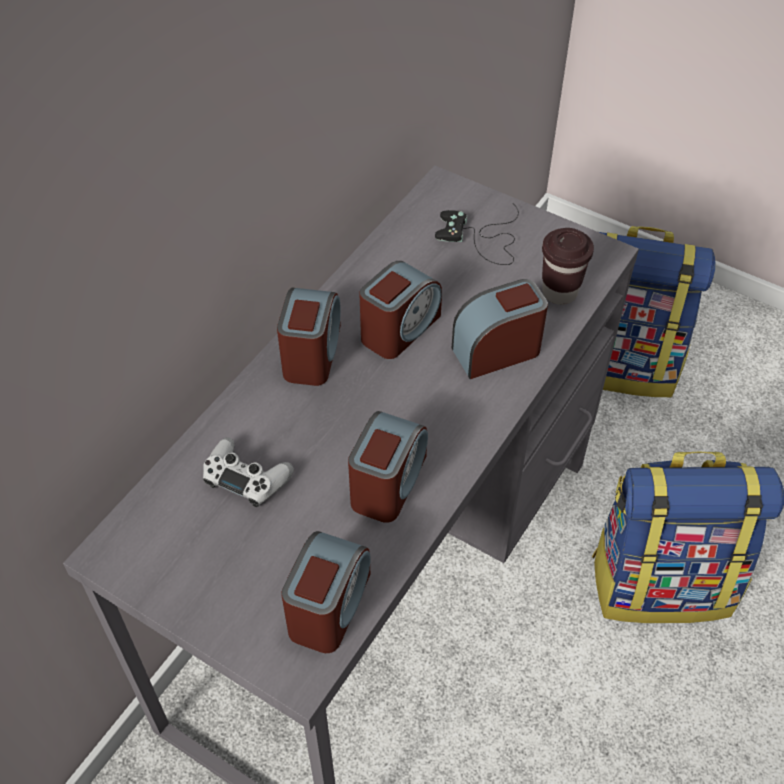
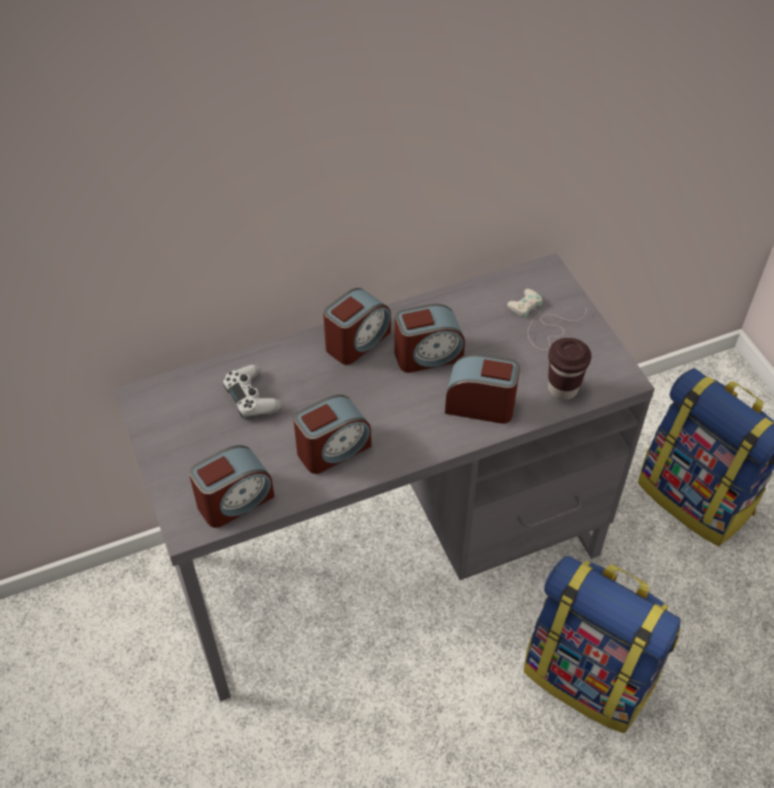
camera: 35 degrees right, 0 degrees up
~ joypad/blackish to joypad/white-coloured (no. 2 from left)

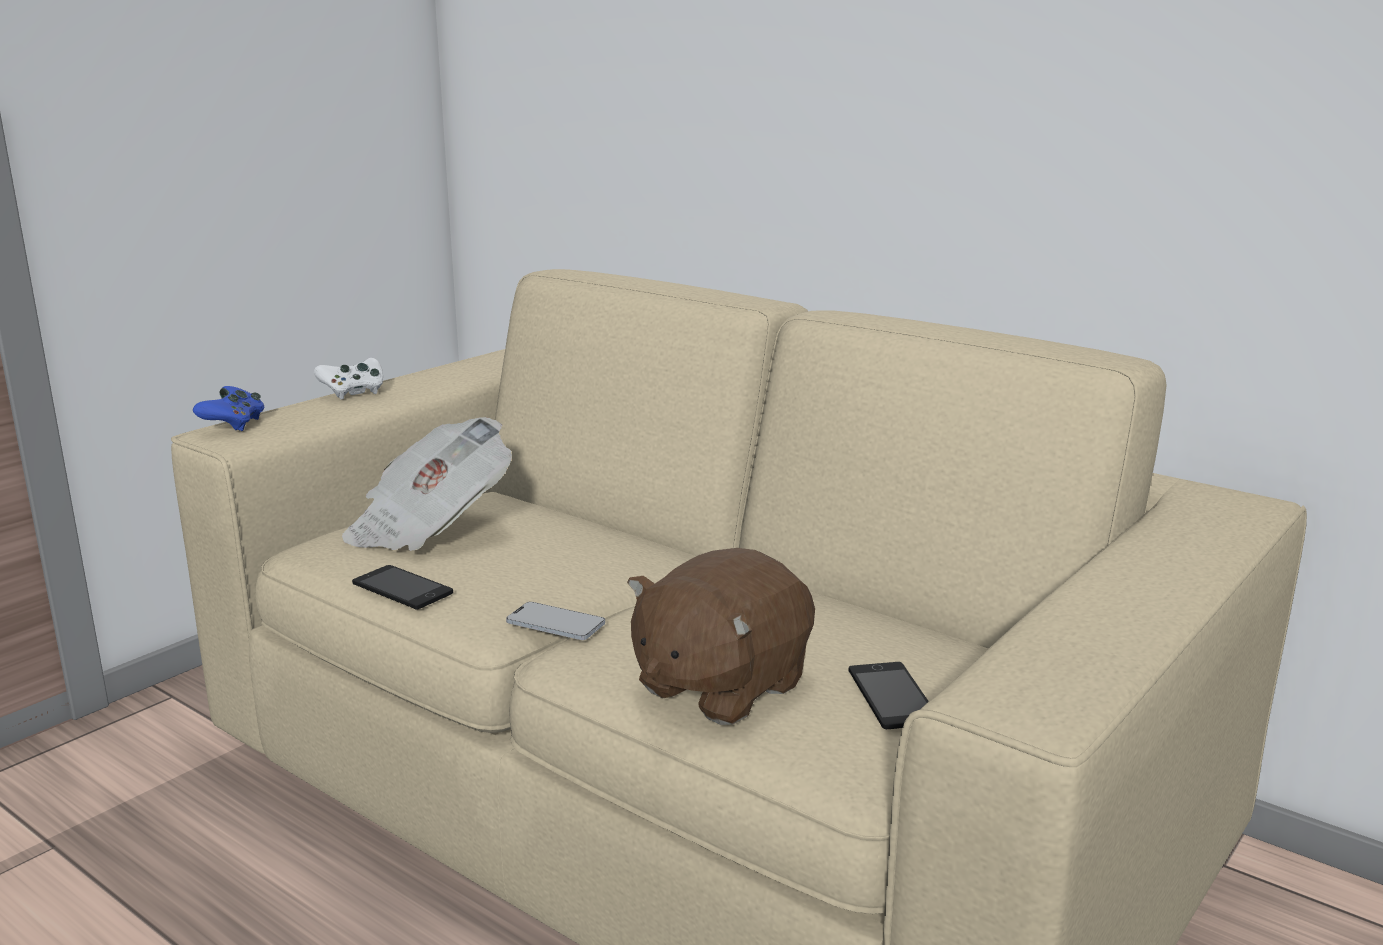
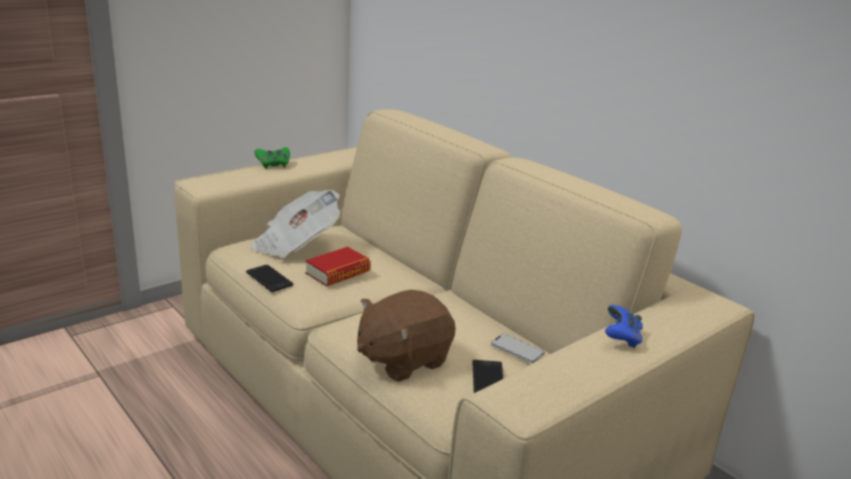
camera: 10 degrees right, 5 degrees up
~ joypad/bluish
~ joypad/white-coloured to joypad/green-coloured
~ telephone (no. 2 from left in the first image) to telephone (no. 3 from left)
+ bound book

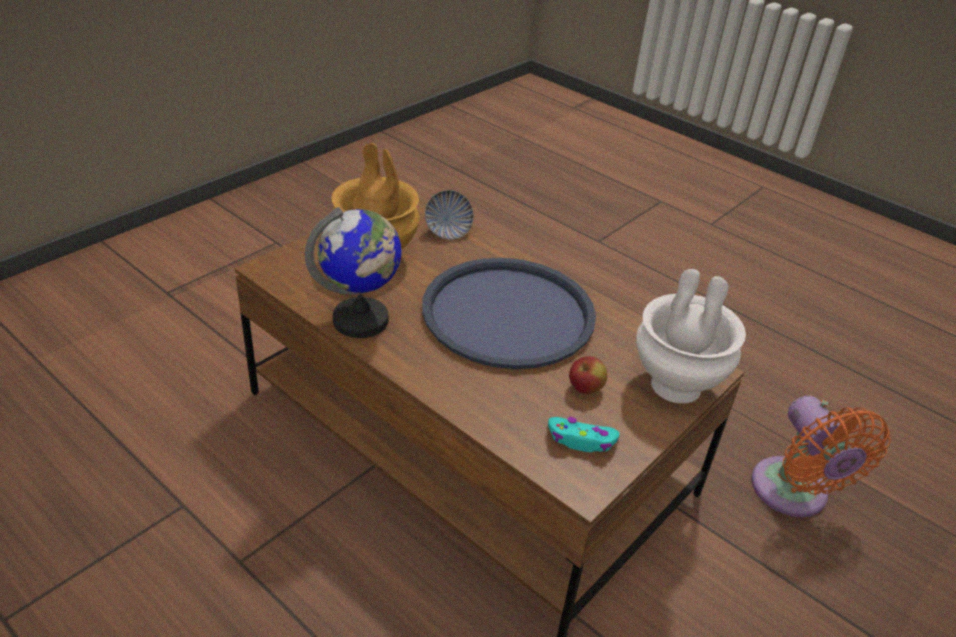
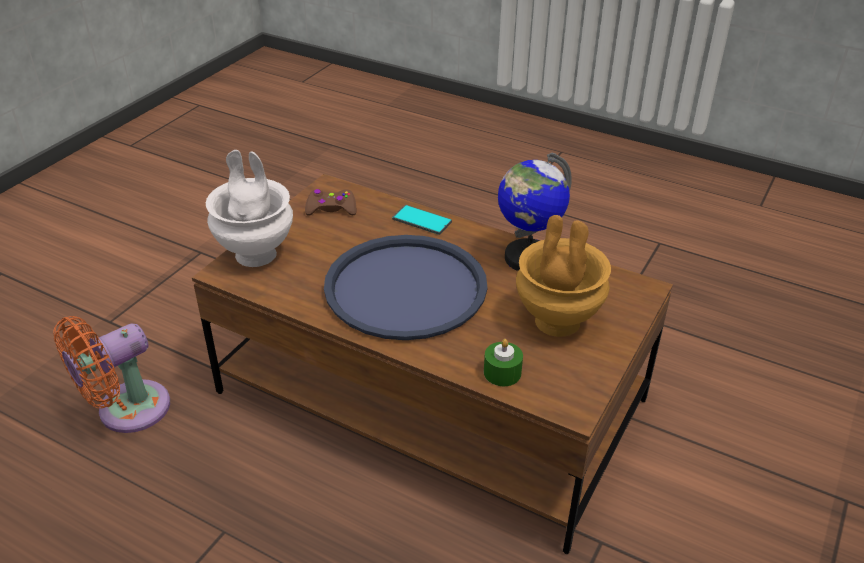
camera: 170 degrees right, 0 degrees up
~ serving bowl to wax light/green-coloured
~ joypad/turquoise to joypad/brown
- apple
~ cooling fan/orangey 105 degrees counterclockwise
+ telephone

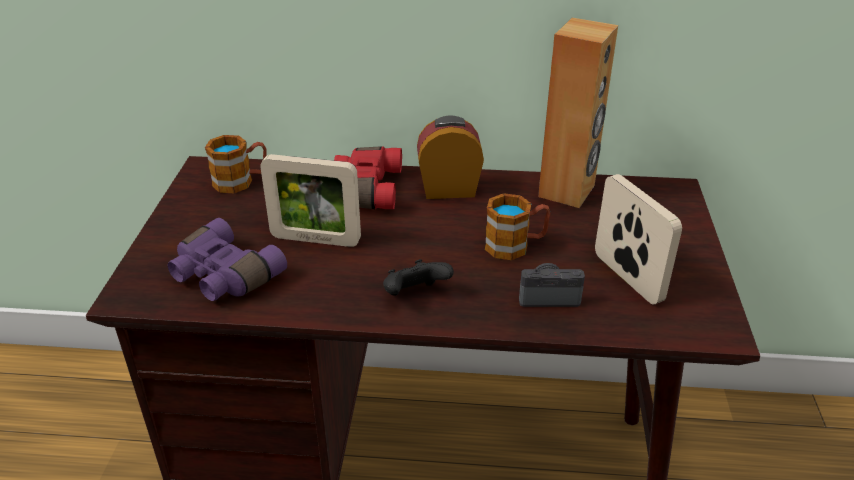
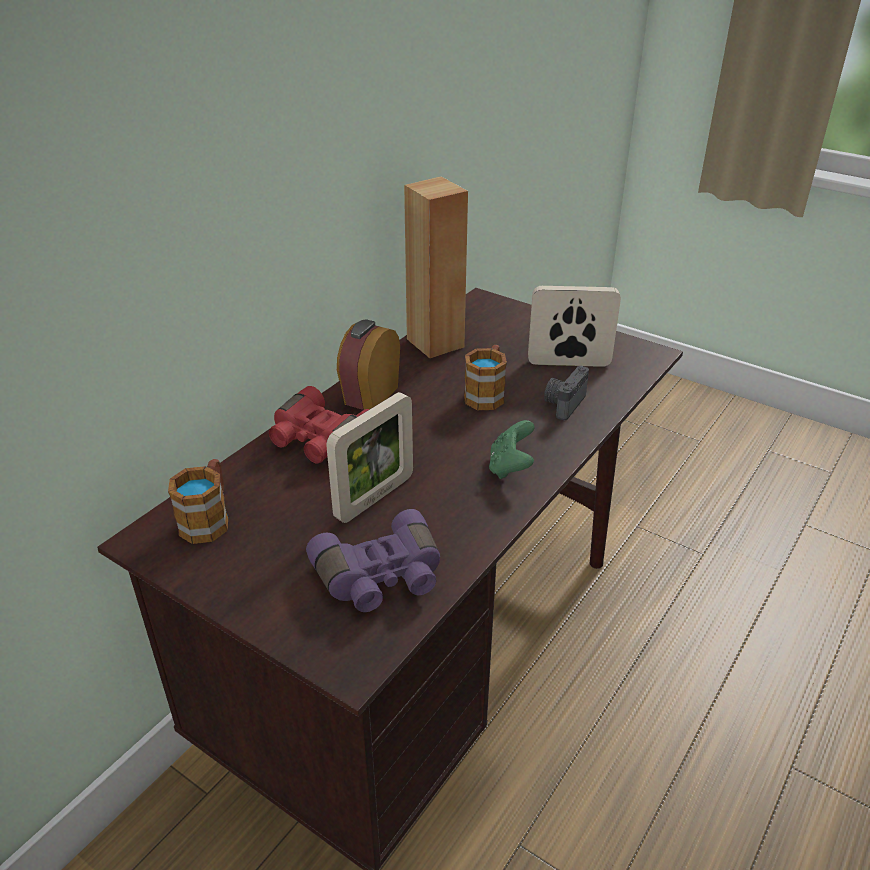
camera: 60 degrees left, 0 degrees up
~ joypad/blackish to joypad/green-coloured

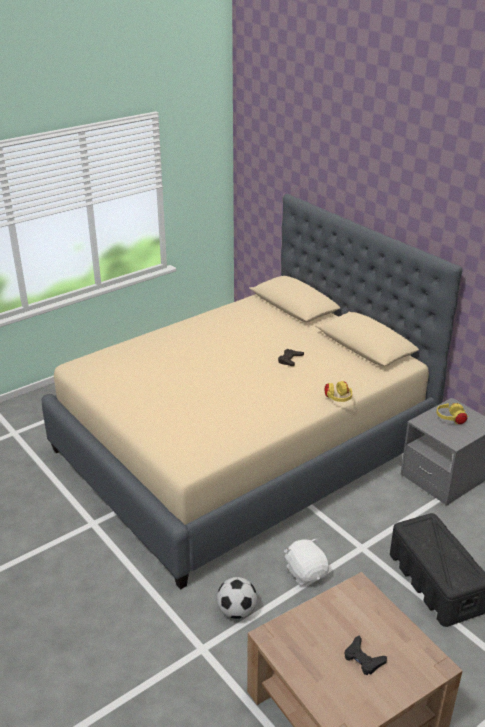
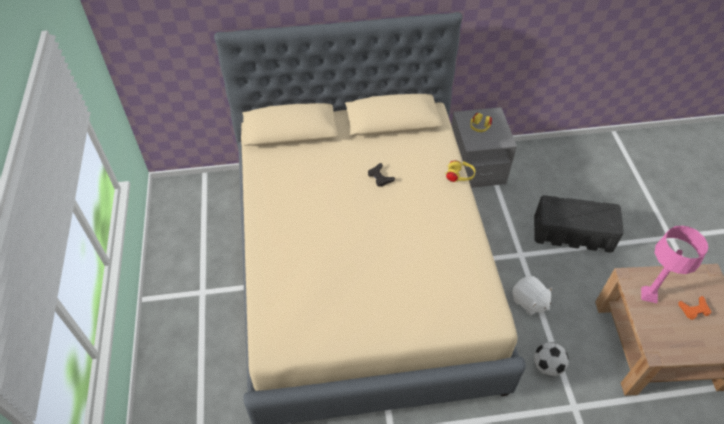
camera: 60 degrees left, 20 degrees up
~ soft toy/white-coloured 135 degrees counterclockwise
~ joypad/blackish (no. 2 from left) to joypad/orangey
+ tabletop lamp/pink-coloured

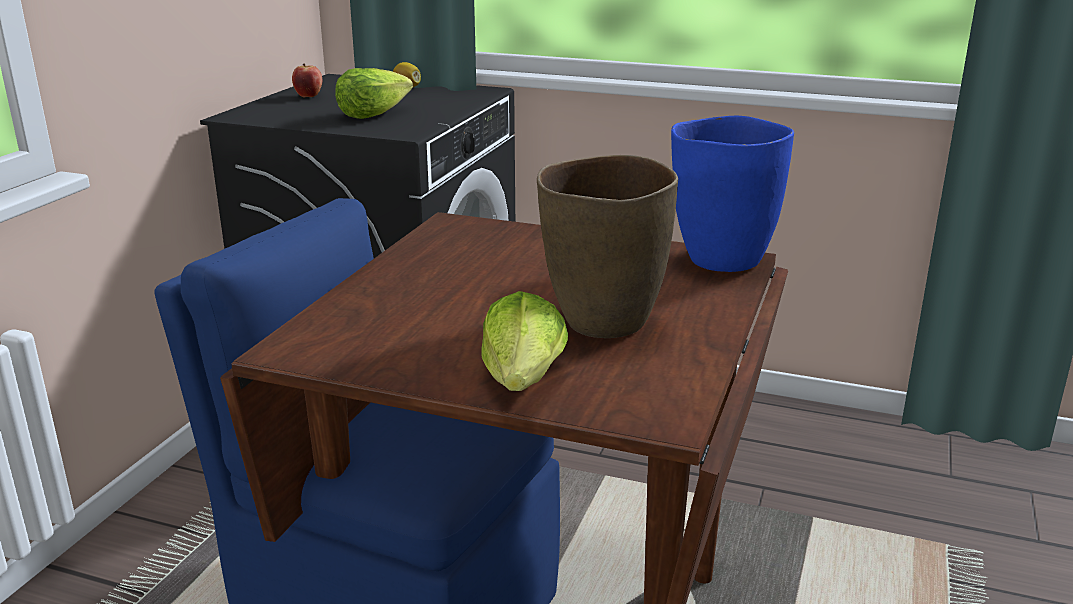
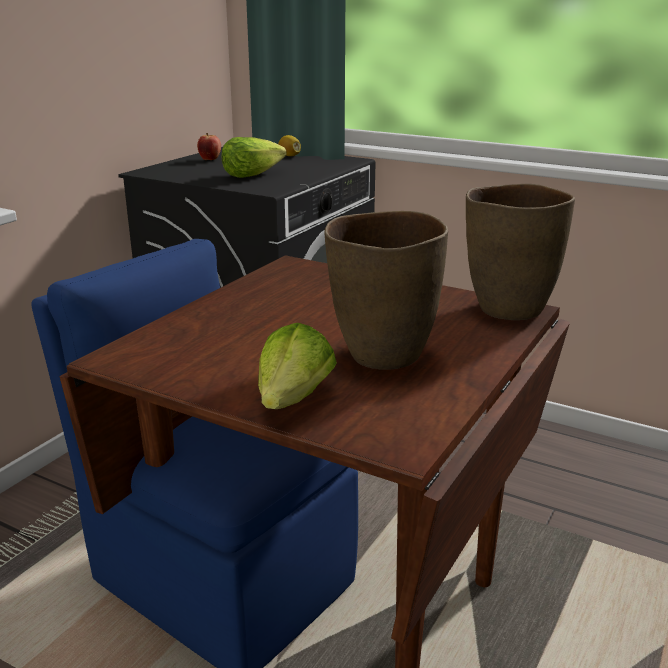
camera: 10 degrees right, 0 degrees up
~ decorative vase/bluish to decorative vase/brown (no. 2 from left)

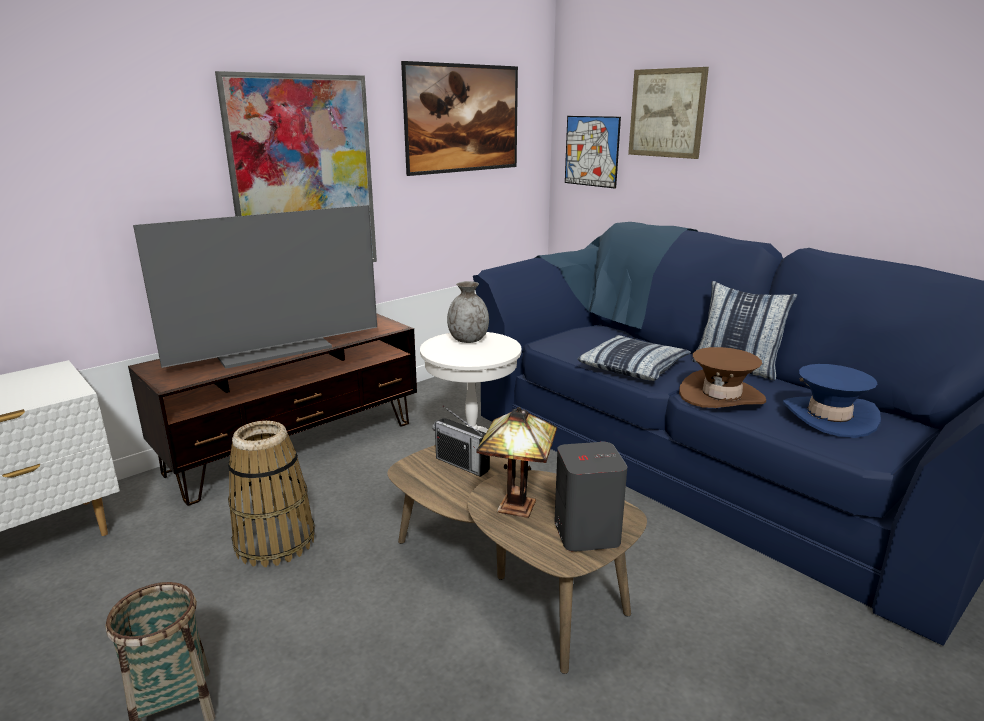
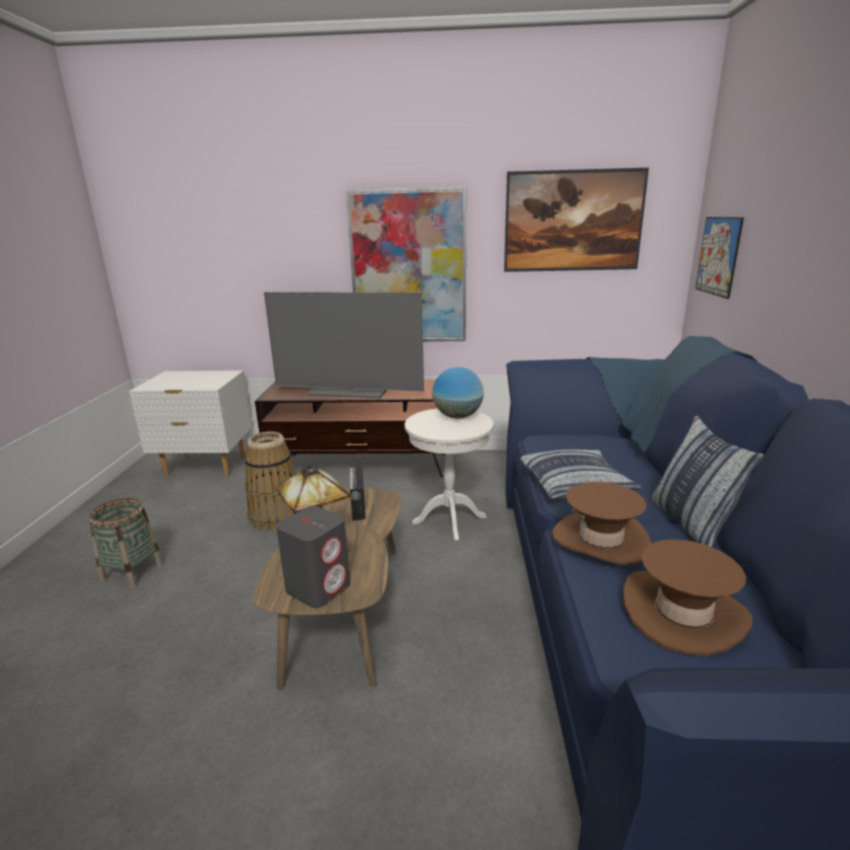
camera: 45 degrees right, 0 degrees up
~ decorative vase/grey to globe
- wall picture (no. 4 from left)
~ clothing hat/bluish to clothing hat/brown (no. 2 from left)

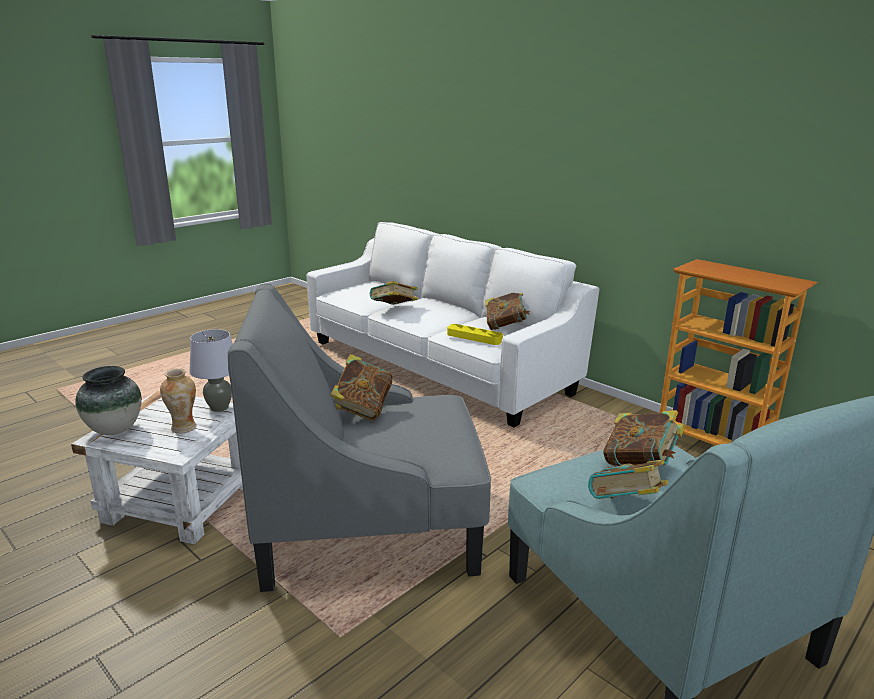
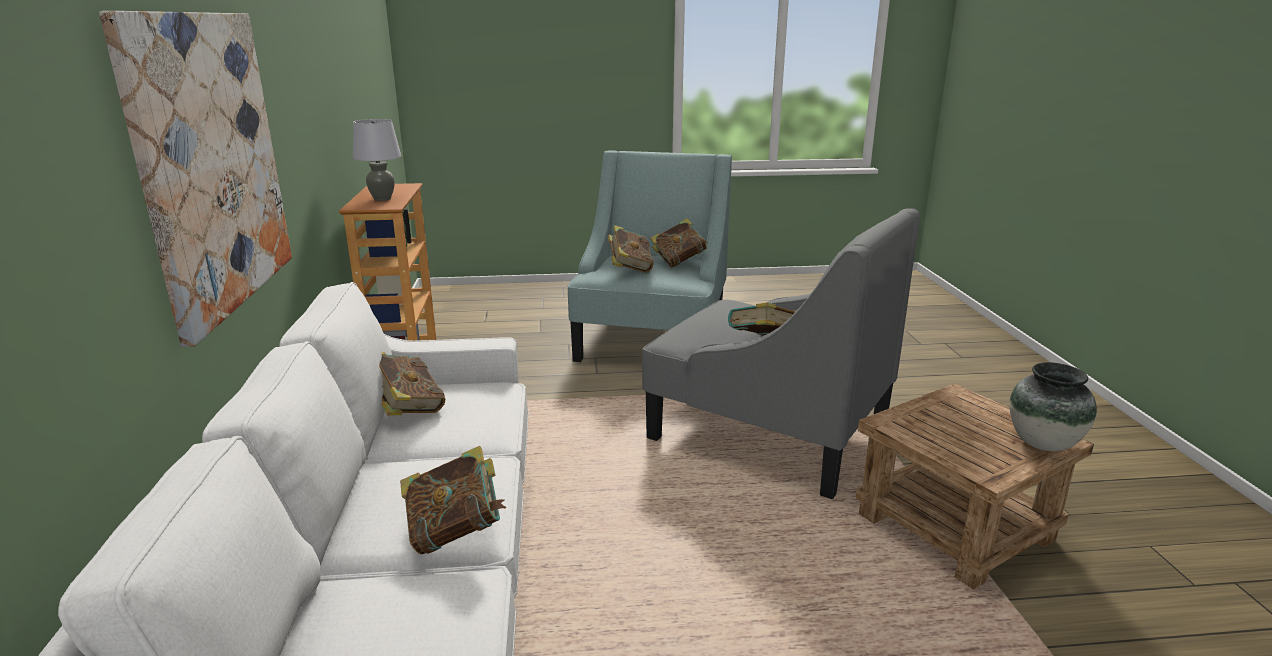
camera: 140 degrees left, 0 degrees up
~ accent table/white-coloured to accent table/brown
- decorative vase (no. 2 from left)
~ tabletop lamp/grey
- carrying tray/yellow-coloured
+ wall picture

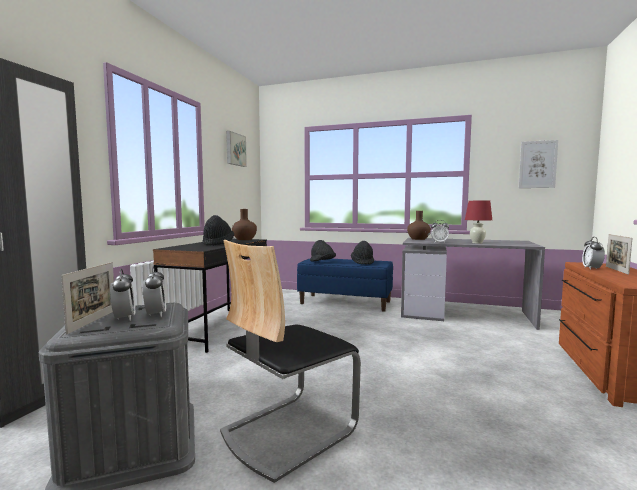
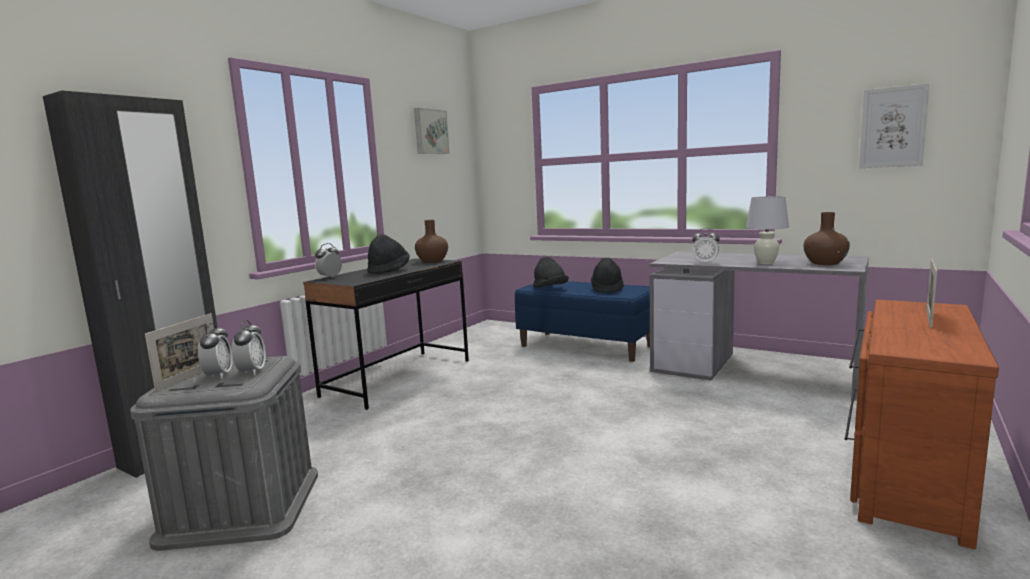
camera: 15 degrees right, 5 degrees up
- chair
~ decorative vase/brown (no. 2 from left)
~ tabletop lamp/red-coloured to tabletop lamp/white-coloured
~ bedside clock (no. 4 from left in the first image) to bedside clock (no. 3 from left)

